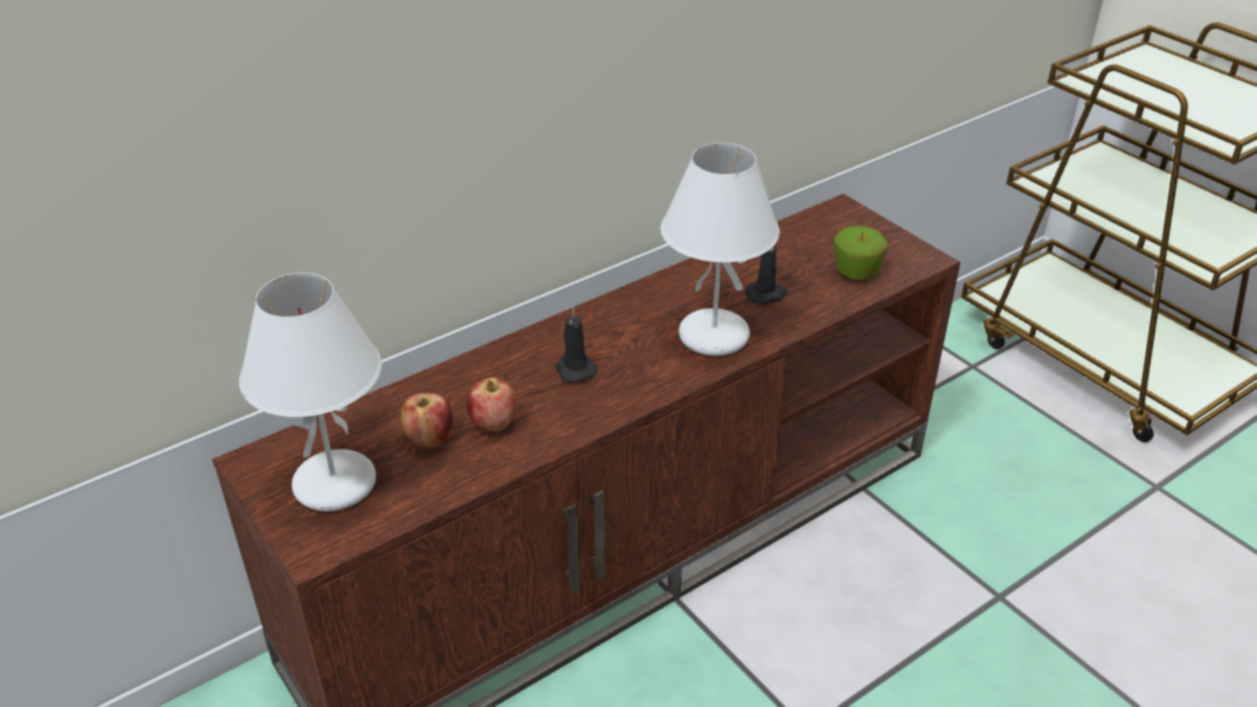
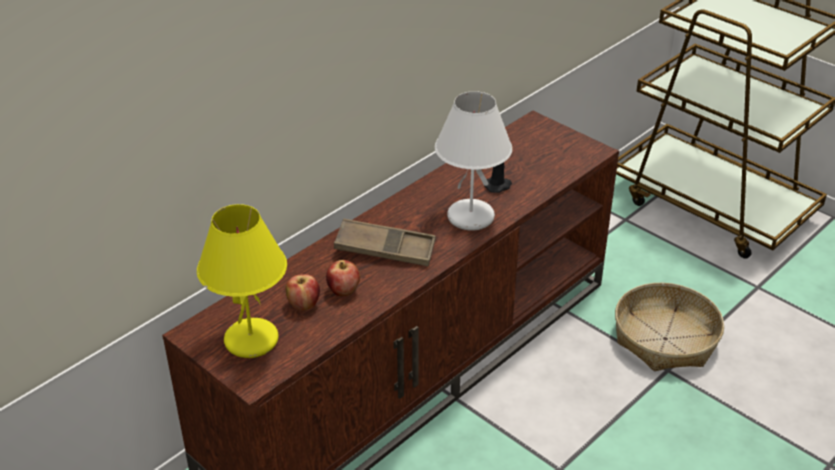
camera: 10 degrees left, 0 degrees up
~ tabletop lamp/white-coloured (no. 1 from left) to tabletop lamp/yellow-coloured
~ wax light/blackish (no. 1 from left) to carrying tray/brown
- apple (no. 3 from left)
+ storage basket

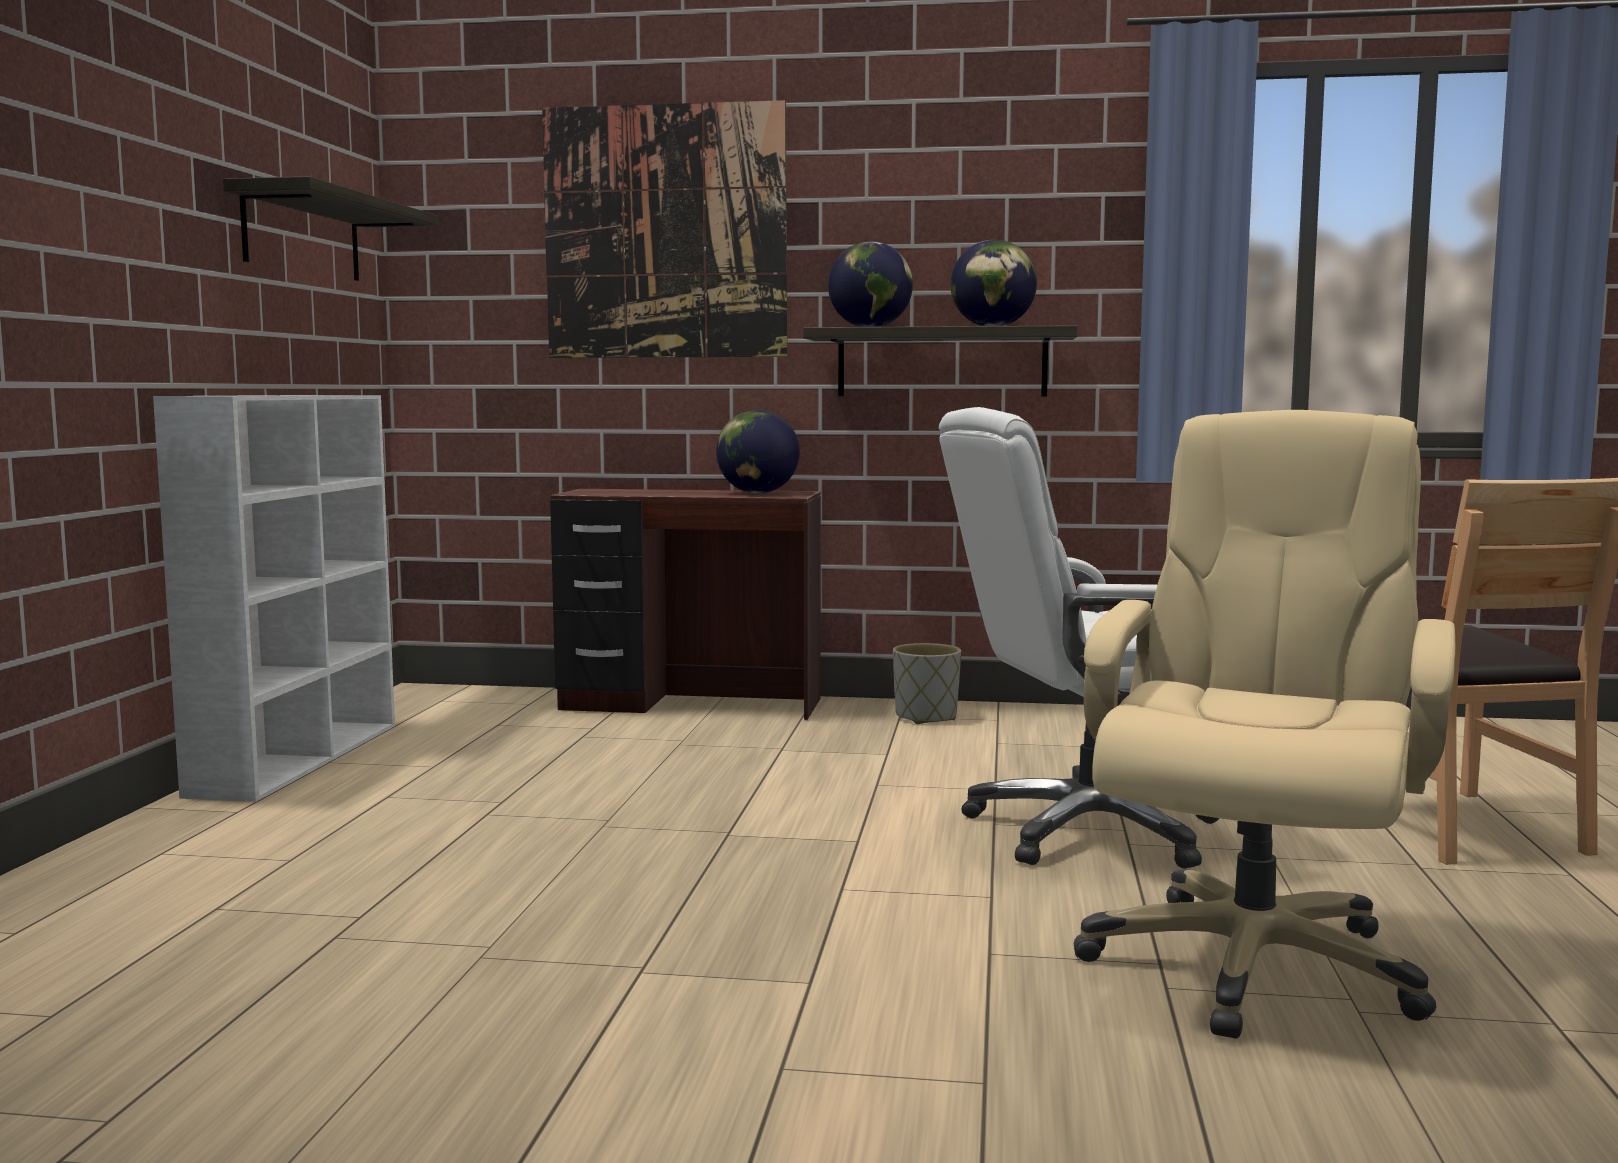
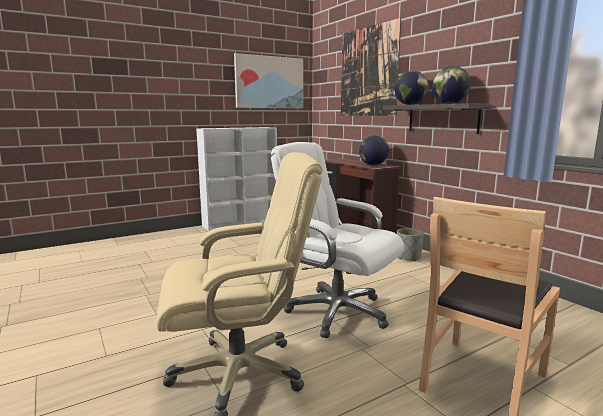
camera: 50 degrees right, 5 degrees up
~ shelf (no. 1 from left) to wall picture (no. 1 from left)

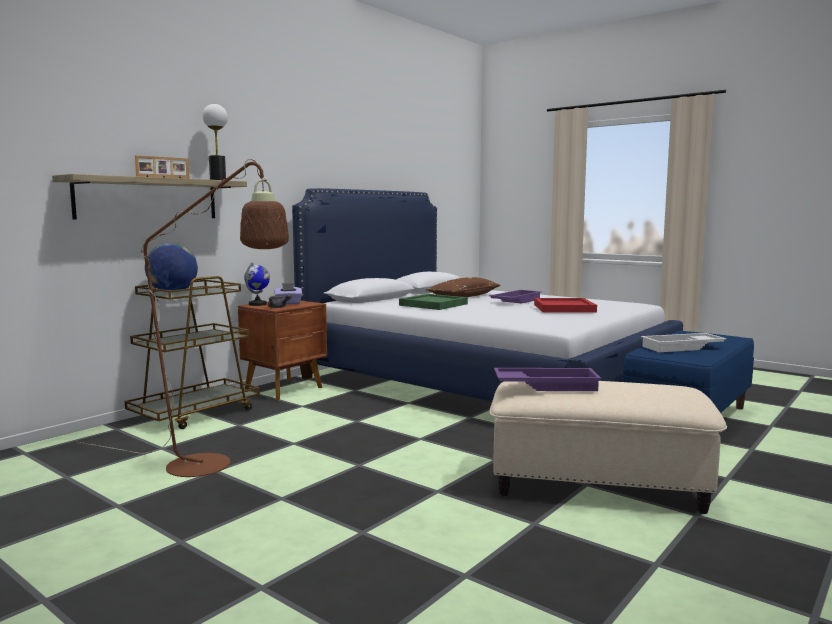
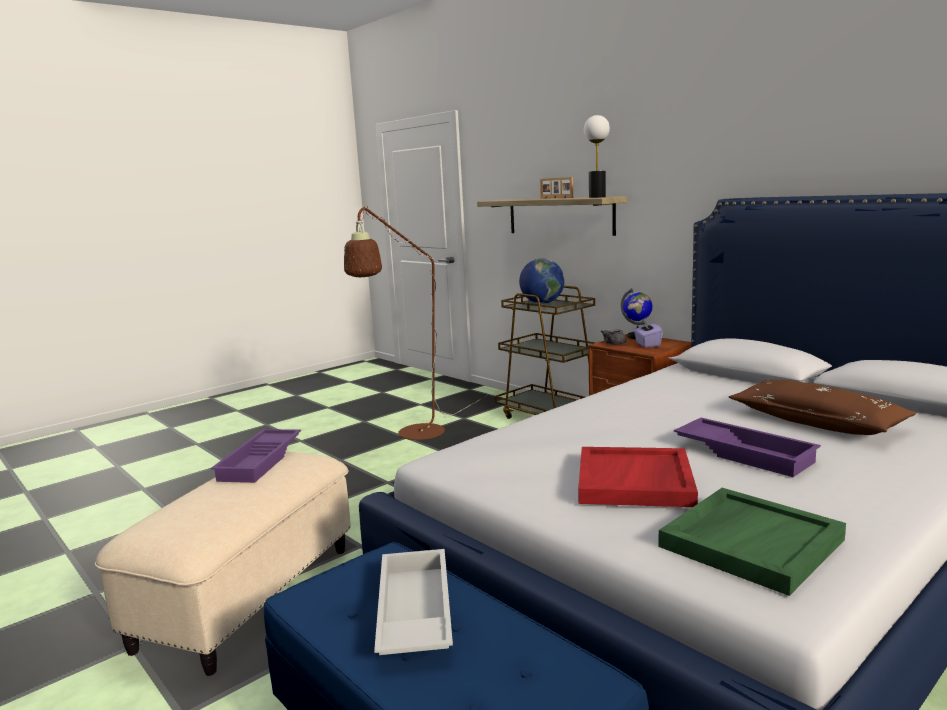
camera: 100 degrees right, 5 degrees up
~ carrying tray/green-coloured

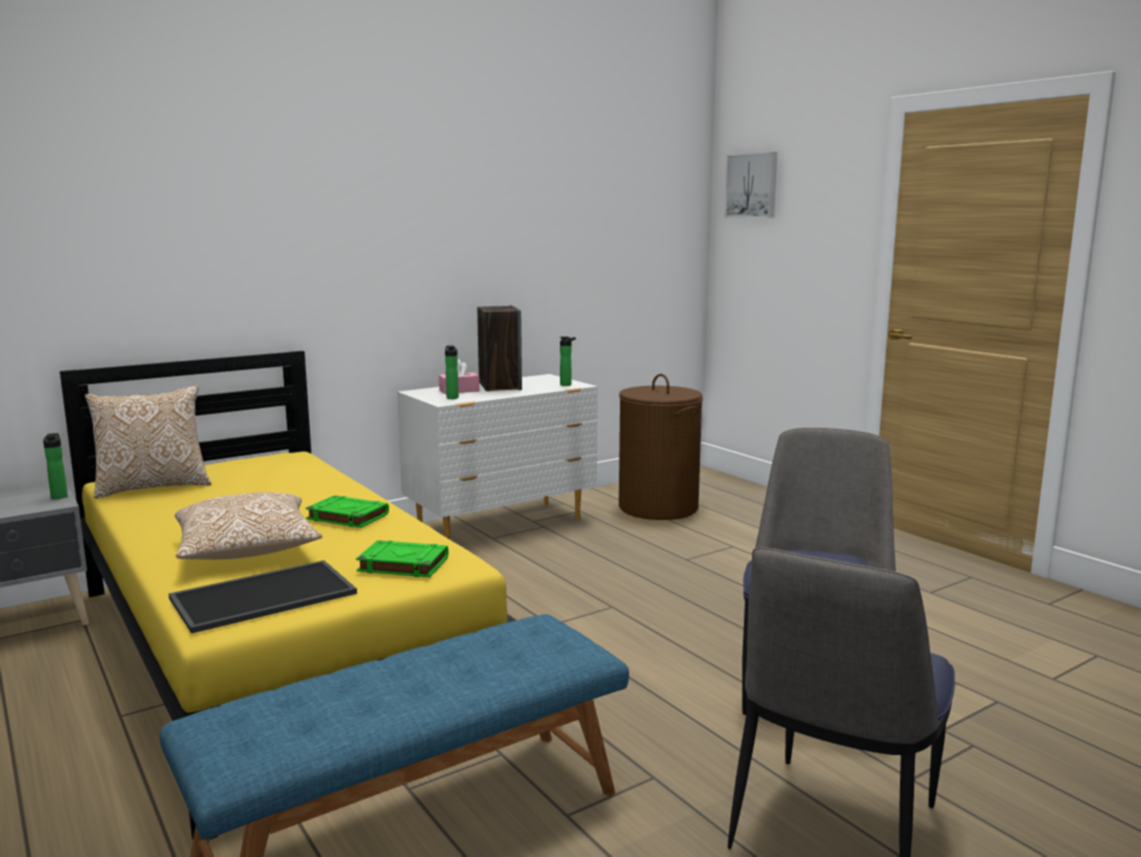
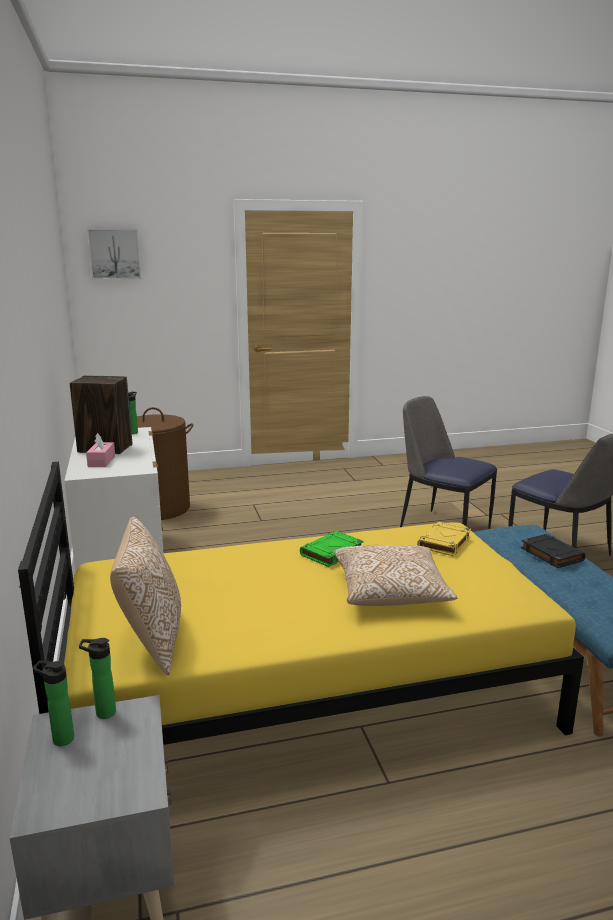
camera: 70 degrees left, 5 degrees up
- carrying tray
~ bound book/green-coloured (no. 2 from left) to bound book/yellow-coloured
~ beverage bottle (no. 2 from left in the first image) to beverage bottle (no. 1 from left)
+ bound book/blackish

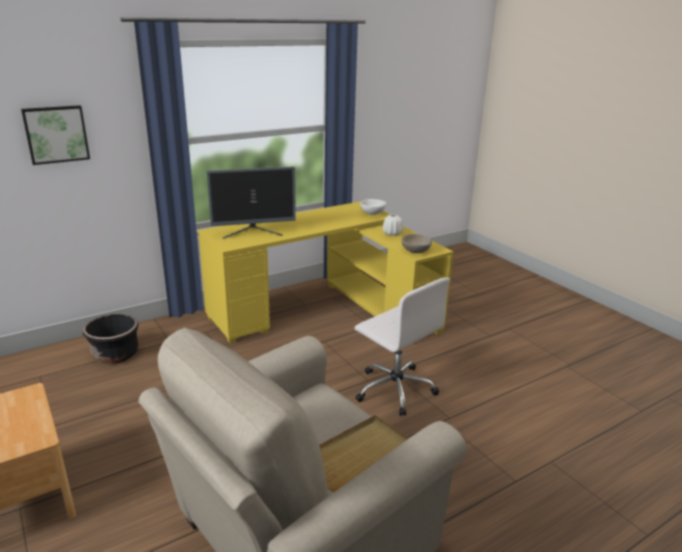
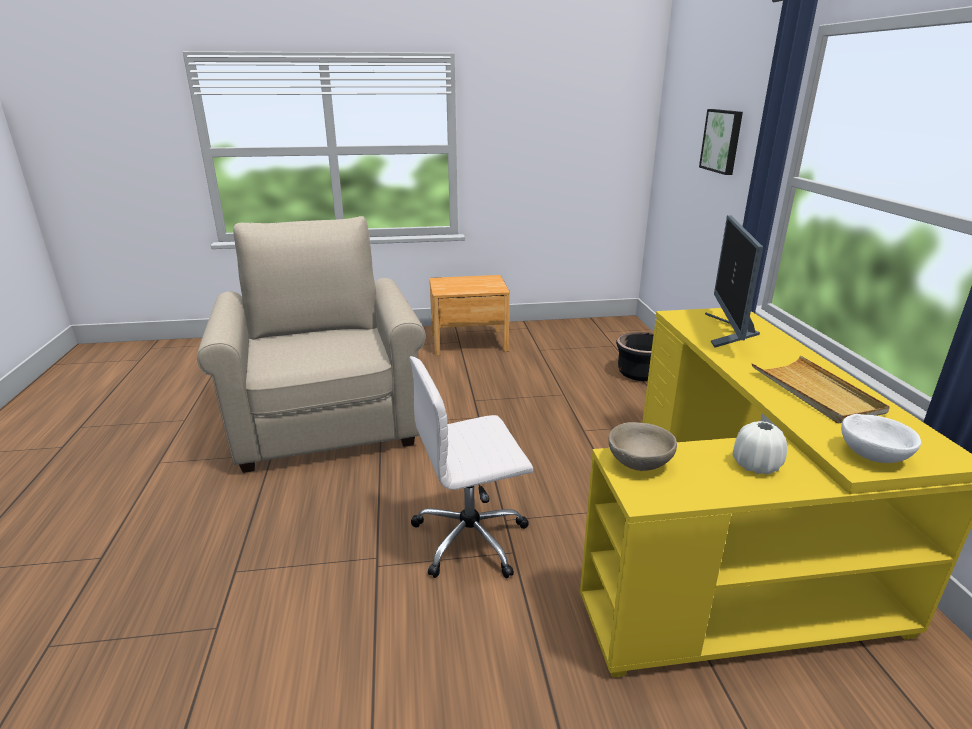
camera: 115 degrees right, 0 degrees up
~ carrying tray/beige

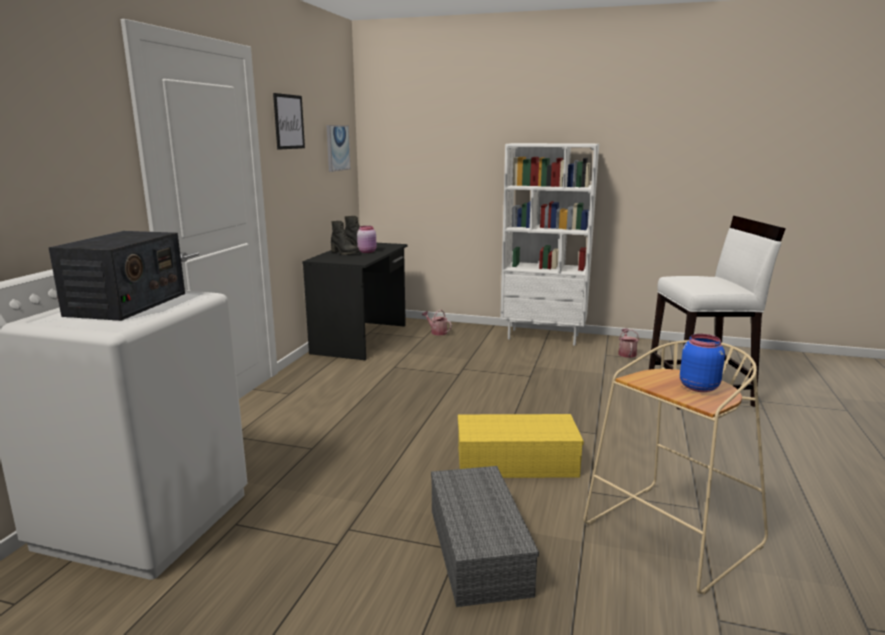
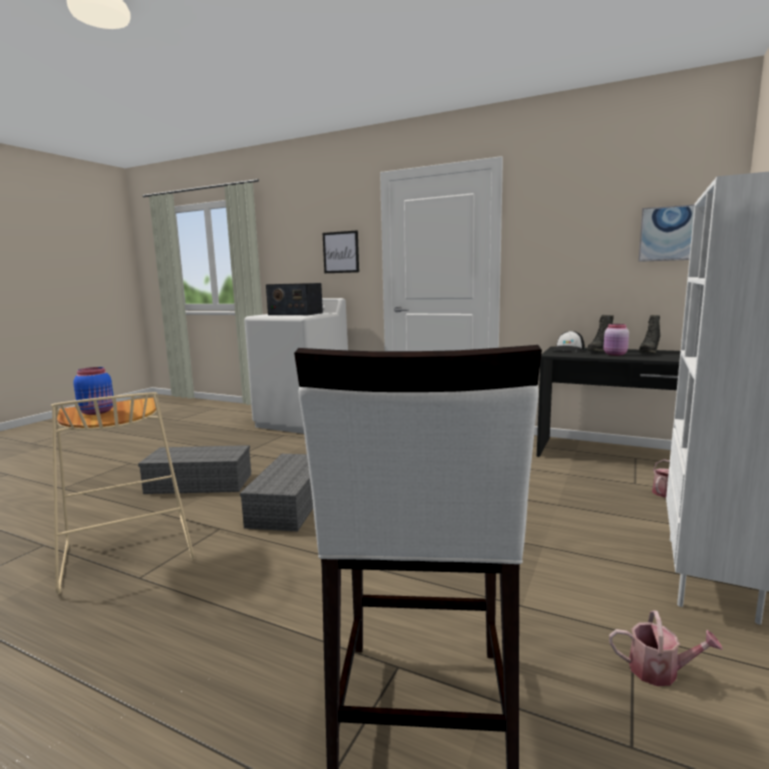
camera: 100 degrees right, 5 degrees down
~ wall picture (no. 1 from left)
~ storage container/yellow-coloured to storage container/grey (no. 2 from left)
+ peaked cap

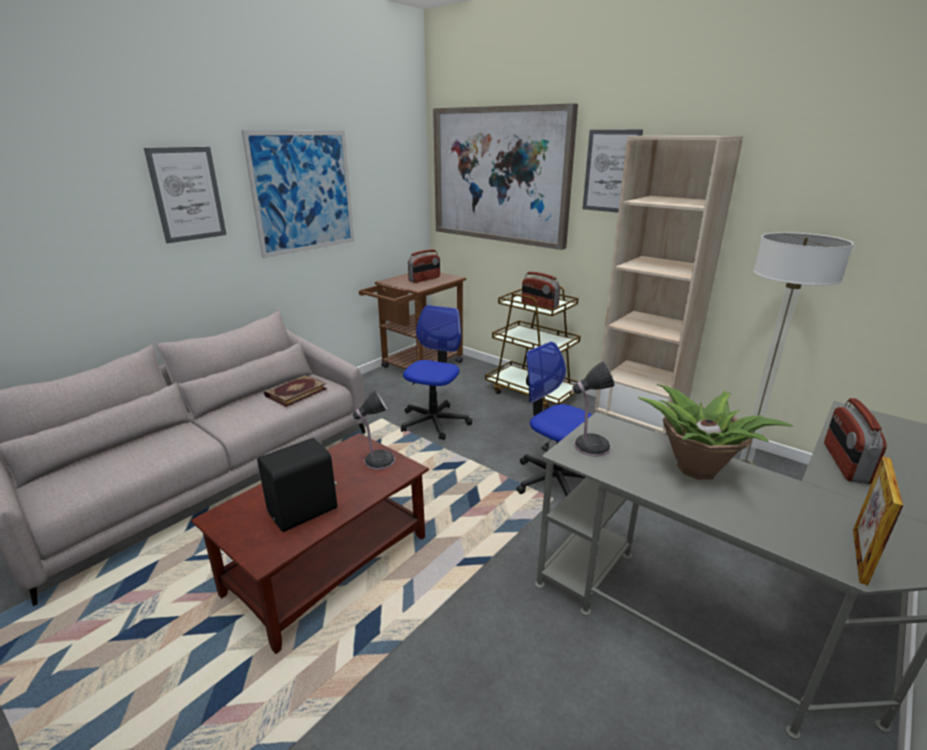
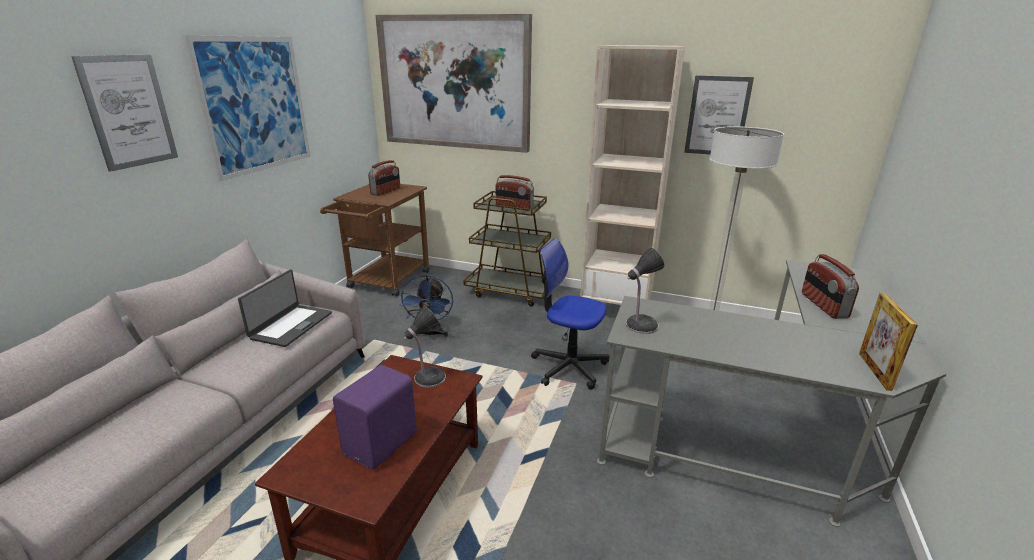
camera: 20 degrees left, 0 degrees up
~ speaker/blackish to speaker/purple
~ bound book to portable computer
~ computer chair (no. 1 from left) to cooling fan/bluish
~ wall picture (no. 4 from left)
- potted plant

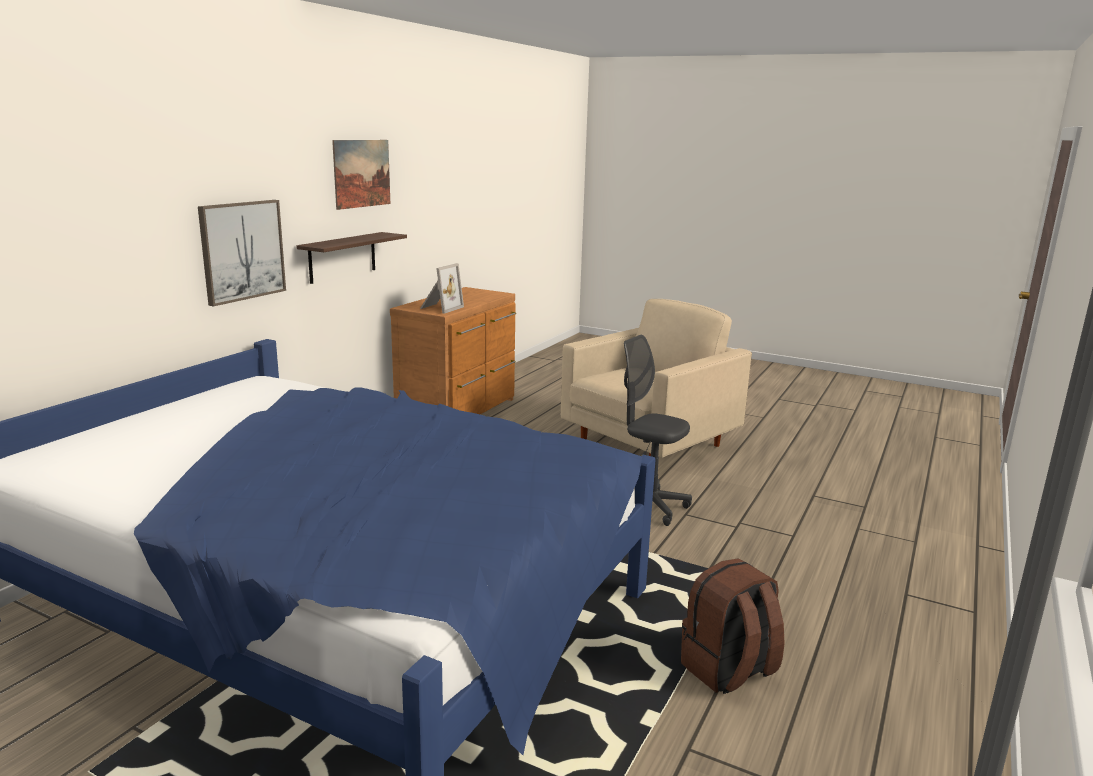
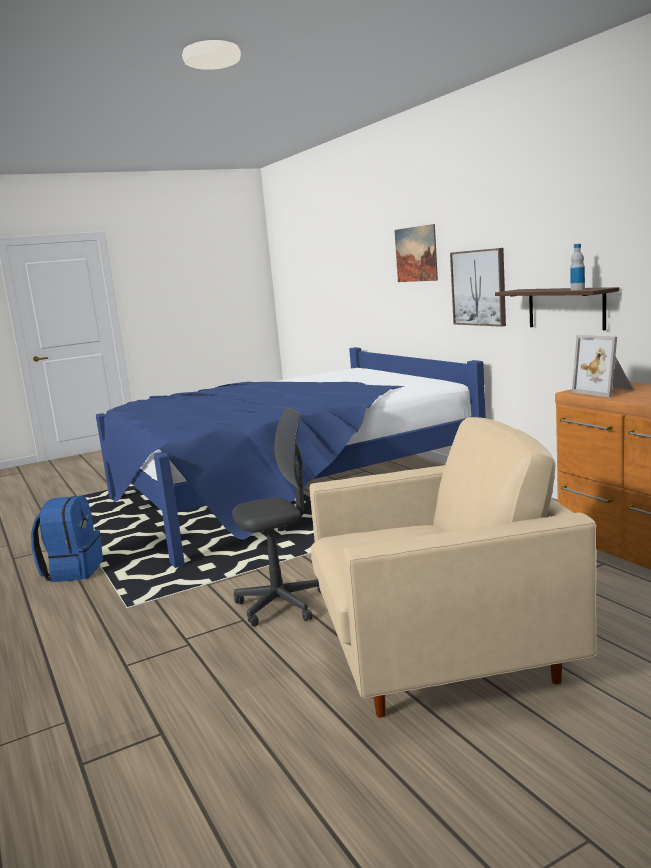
camera: 125 degrees right, 5 degrees down
~ wall picture (no. 2 from left in the first image) to wall picture (no. 1 from left)
~ armchair/beige 90 degrees counterclockwise
~ knapsack/brown to knapsack/bluish
+ beverage bottle

